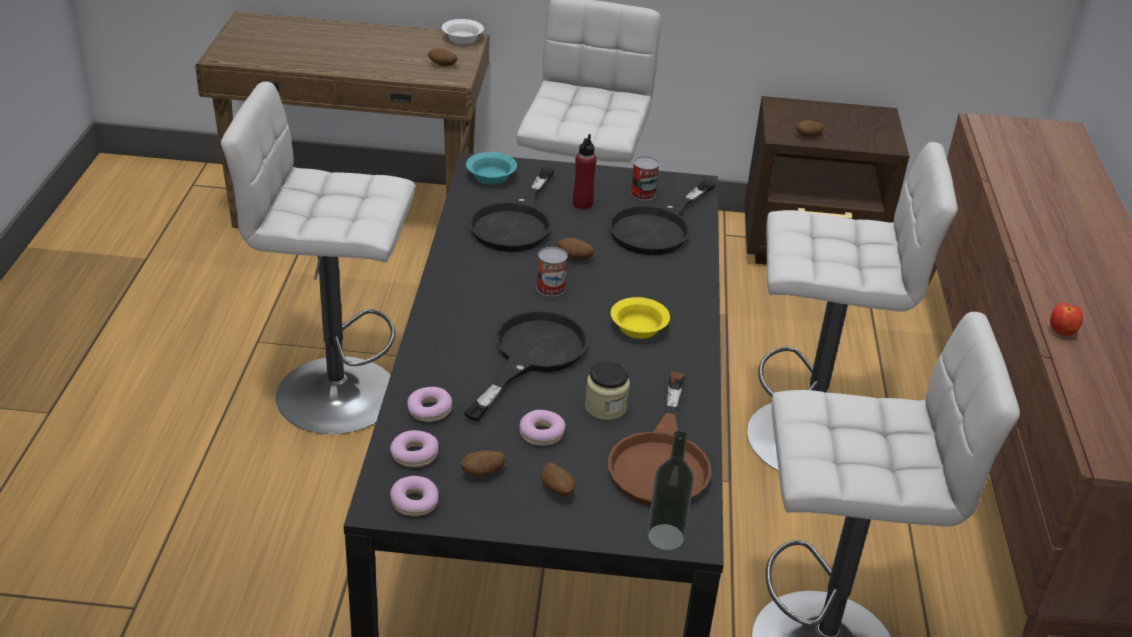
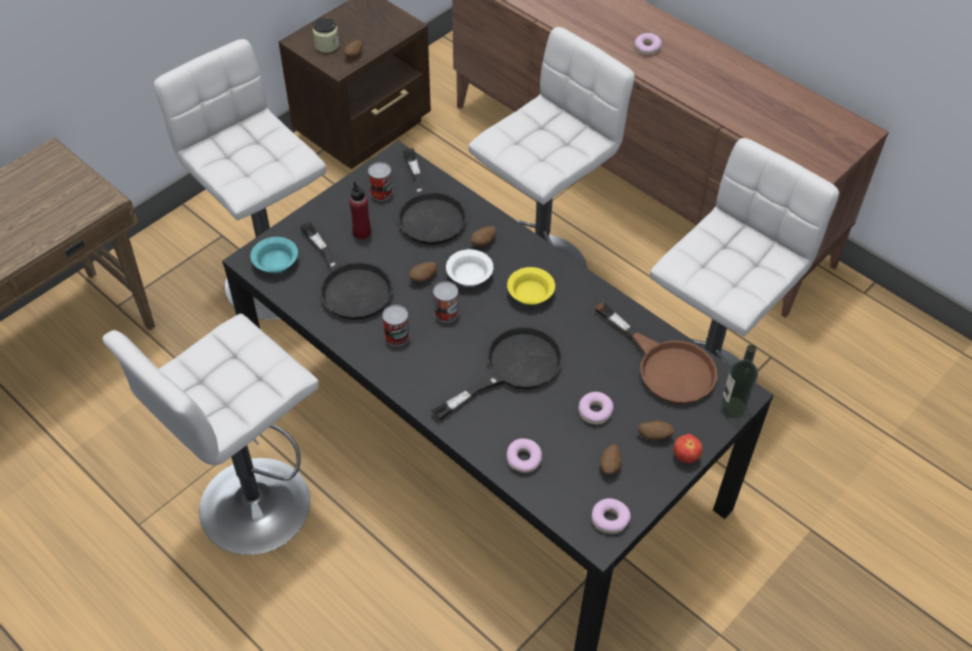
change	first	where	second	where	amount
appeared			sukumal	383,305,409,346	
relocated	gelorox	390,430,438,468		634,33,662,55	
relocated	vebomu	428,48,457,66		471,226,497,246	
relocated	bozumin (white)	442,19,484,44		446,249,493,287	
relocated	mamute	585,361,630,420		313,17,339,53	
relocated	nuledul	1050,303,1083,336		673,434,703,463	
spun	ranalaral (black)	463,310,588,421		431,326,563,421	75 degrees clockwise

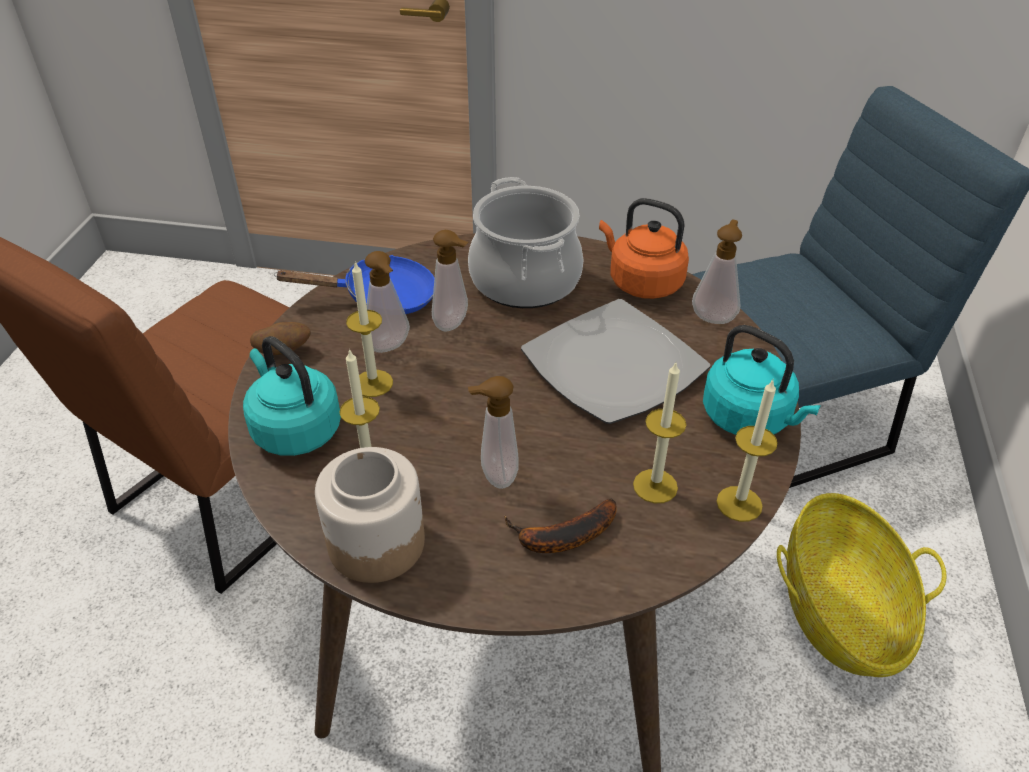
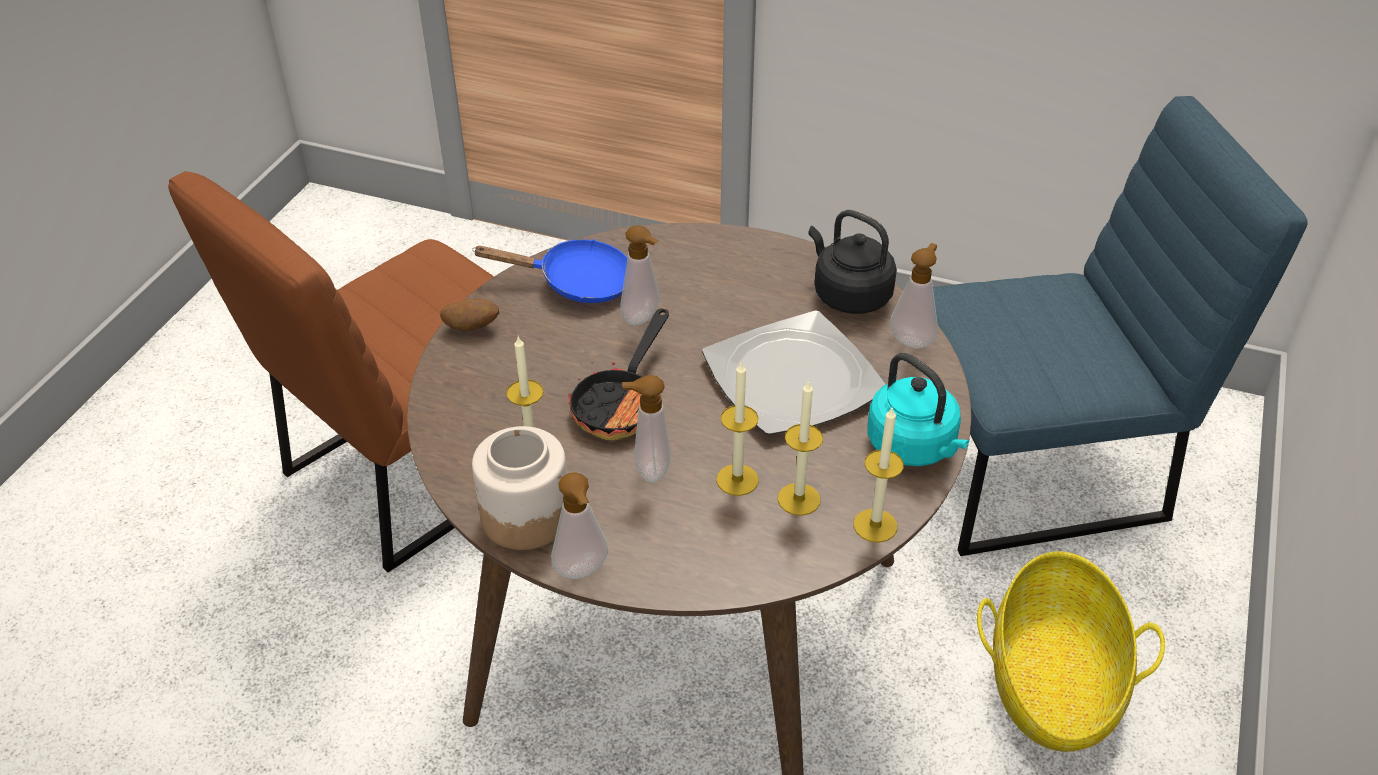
change	first	where	second	where	amount
missing	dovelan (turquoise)	243,336,341,456			
missing	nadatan	468,177,584,308			
missing	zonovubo	505,498,617,553			
appeared			ranalaral	568,309,669,441	
relocated	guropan	346,261,393,397		716,361,759,496	
relocated	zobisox	365,251,410,353		551,472,608,579	
colour	dovelan (orange)	599,198,689,299	dovelan (black)	808,210,897,314	

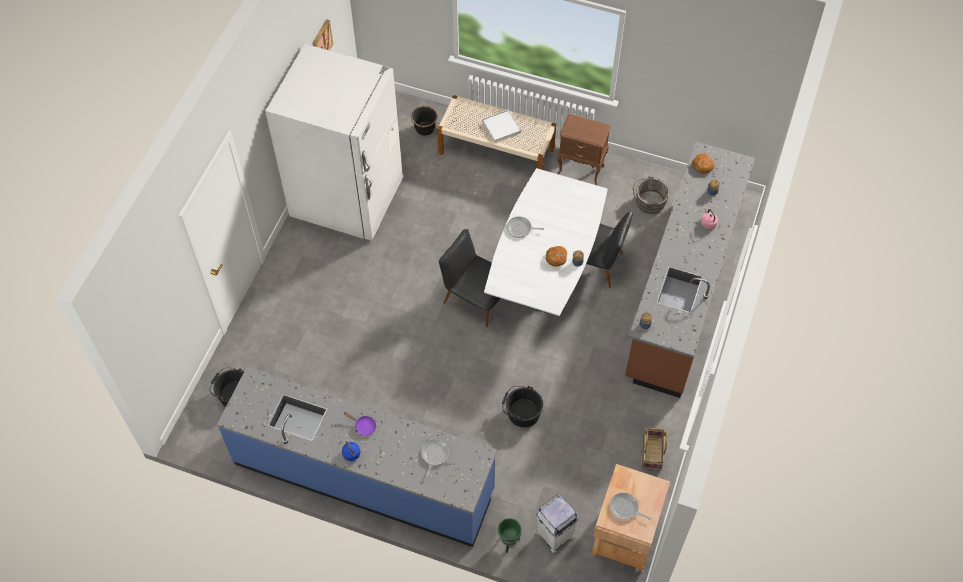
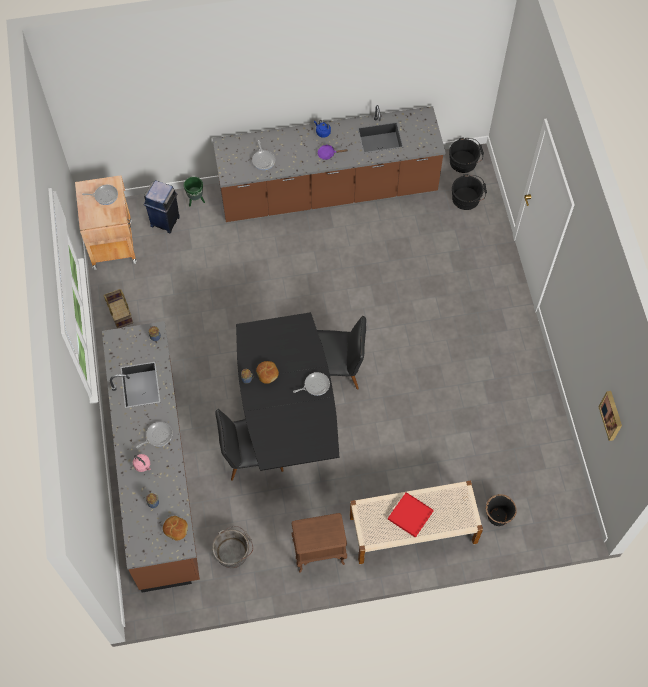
change	first	where	second	where	amount
missing	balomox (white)	265,44,403,240			
appeared			ranalaral	136,422,173,448	
relocated	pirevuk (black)	502,386,543,427		449,137,484,173	
colour	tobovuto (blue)	217,367,497,547	tobovuto (brown)	212,105,446,222	
colour	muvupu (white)	482,110,521,143	muvupu (red)	388,492,434,538	
colour	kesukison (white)	484,168,608,316	kesukison (black)	236,312,339,471	
colour	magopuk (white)	536,495,579,553	magopuk (blue)	144,180,180,233	

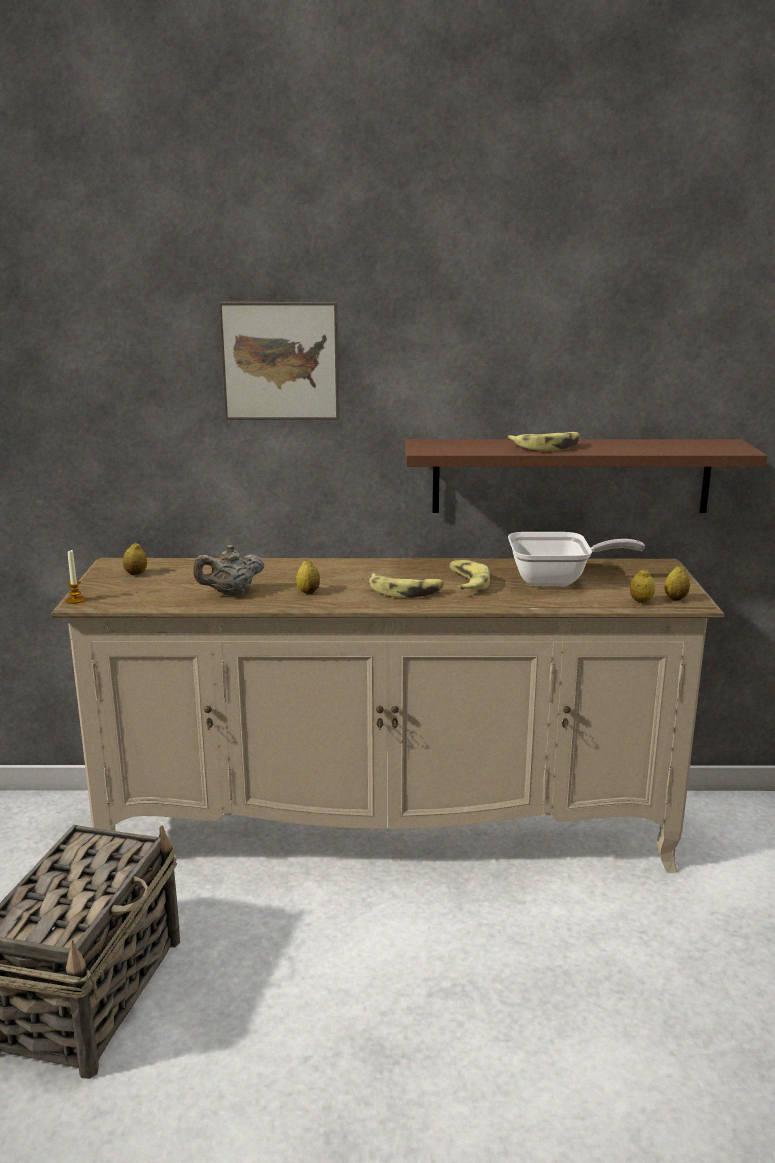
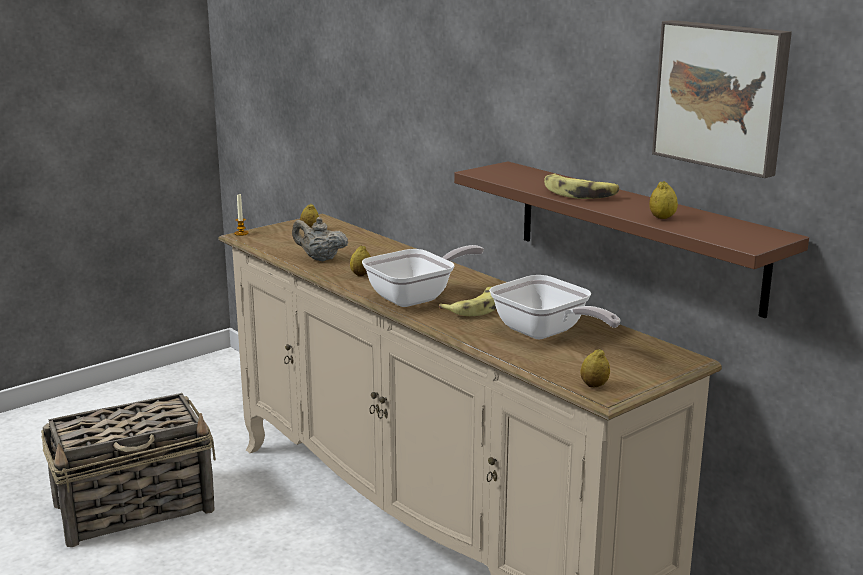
change	first	where	second	where	amount
relocated	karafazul	219,302,339,420		652,20,792,178	
relocated	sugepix	630,569,655,603		649,181,678,219	
exchanged	zonovubo	369,573,444,598	ranalaral	362,245,484,307	

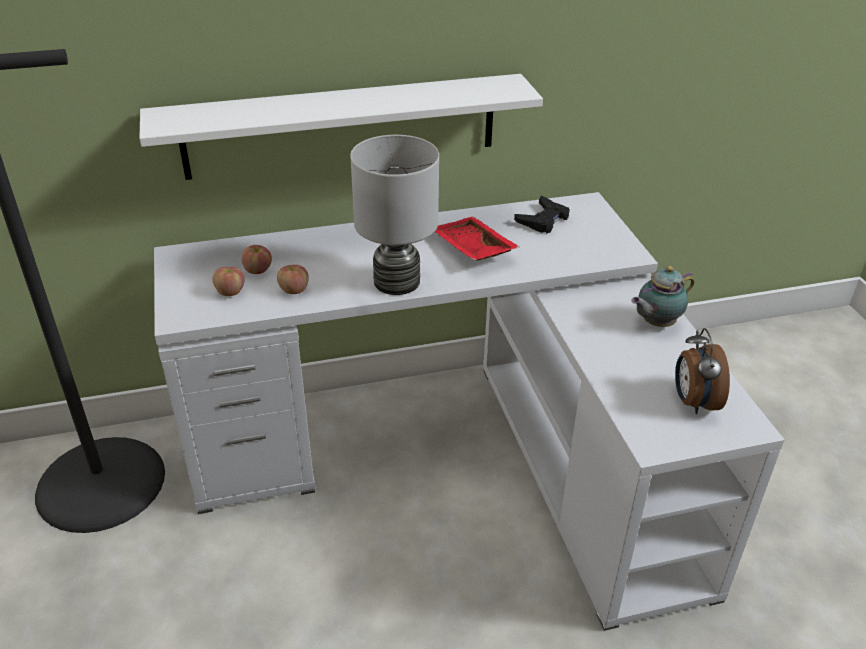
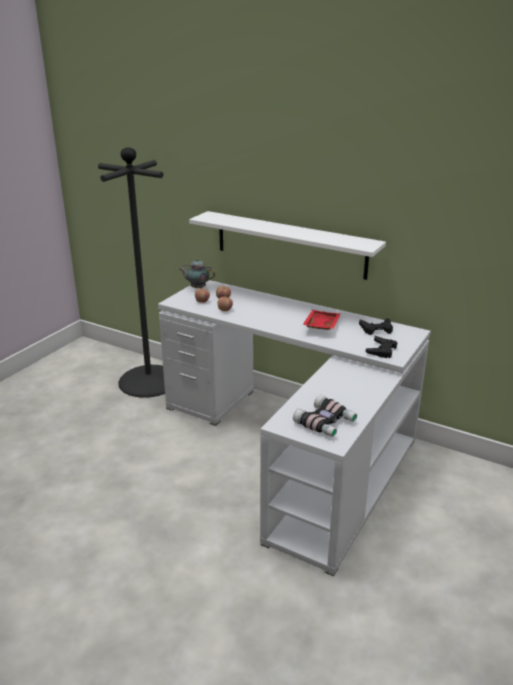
change	first	where	second	where	amount
missing	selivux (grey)	350,135,439,295			
appeared			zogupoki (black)	366,336,397,358	
relocated	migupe	631,266,694,327		179,258,215,288	
exchanged	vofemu	675,328,730,414	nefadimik	293,394,357,437	

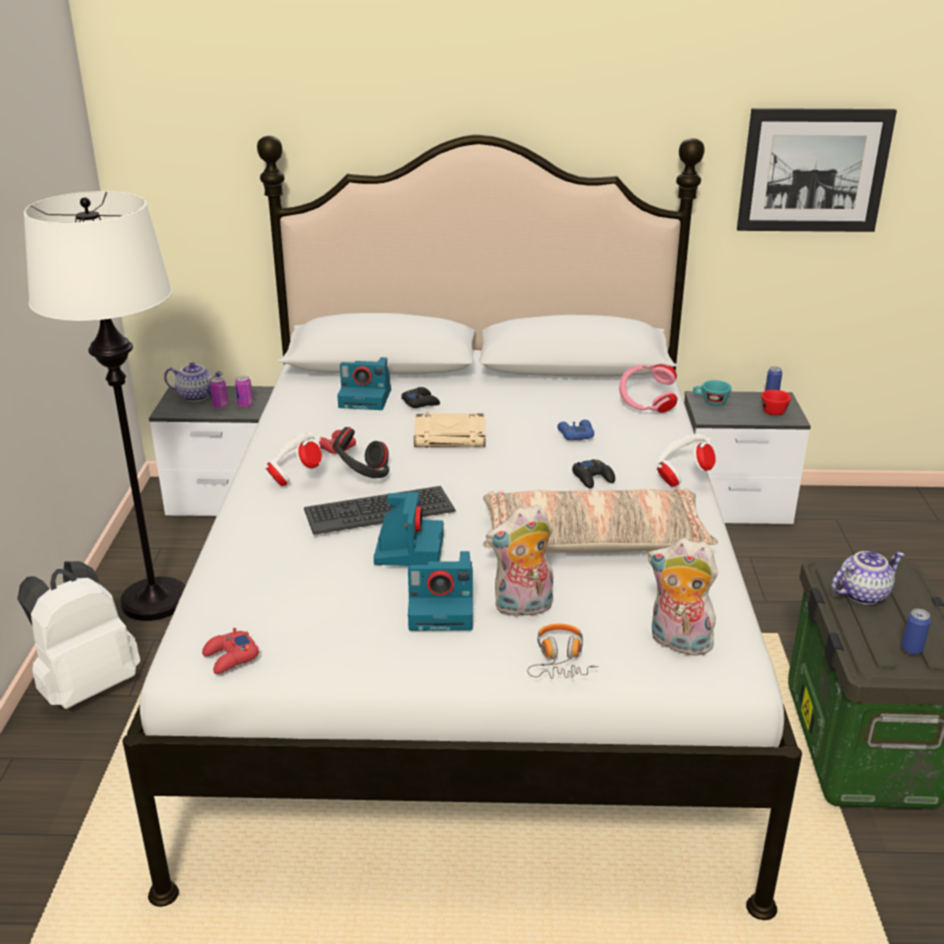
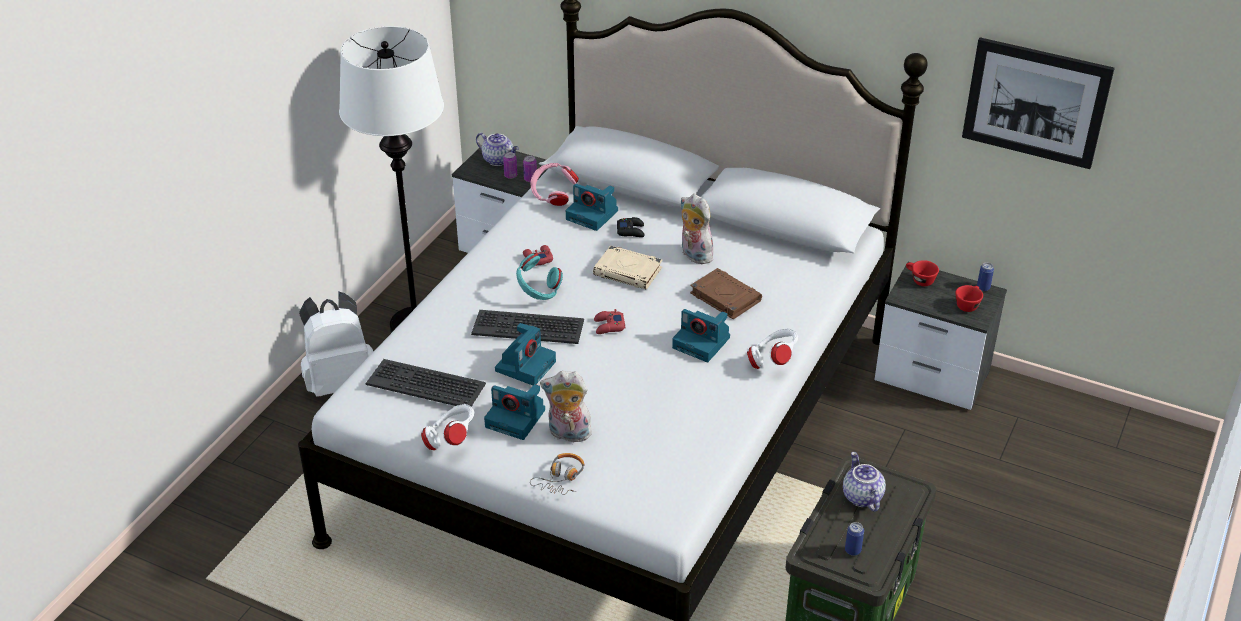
change	first	where	second	where	amount
missing	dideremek	483,488,718,553			
appeared			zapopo	366,359,486,407	
relocated	zogupoki (red)	202,628,259,674		594,309,625,334	
relocated	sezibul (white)	266,432,322,486		421,404,474,450	
relocated	sezibul (pink)	619,363,677,413		531,163,579,206	
relocated	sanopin	648,538,720,658		681,194,713,264	
exchanged	zogupoki (blue)	557,420,594,440	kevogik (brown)	690,268,762,319	
exchanged	zogupoki (black)	572,459,615,488	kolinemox	672,309,730,362	
colour	sezibul (black)	332,427,389,478	sezibul (turquoise)	516,253,563,300	
colour	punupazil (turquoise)	693,380,732,406	punupazil (red)	906,260,939,286	
spun	migupe	832,551,905,605		843,452,886,512	105 degrees counterclockwise

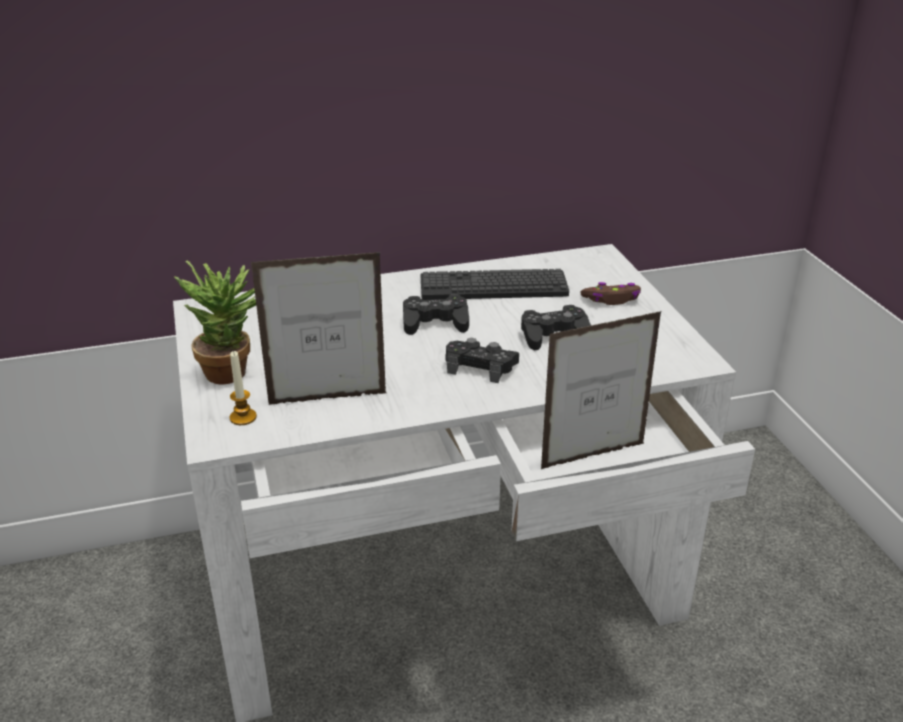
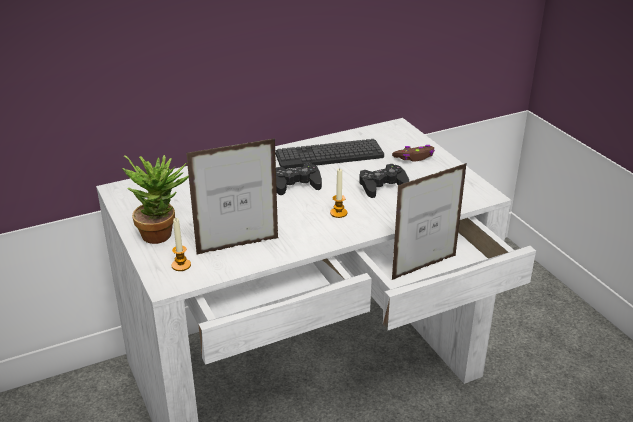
change	first	where	second	where	amount
exchanged	zogupoki (black)	446,338,519,383	guropan	330,169,347,218	

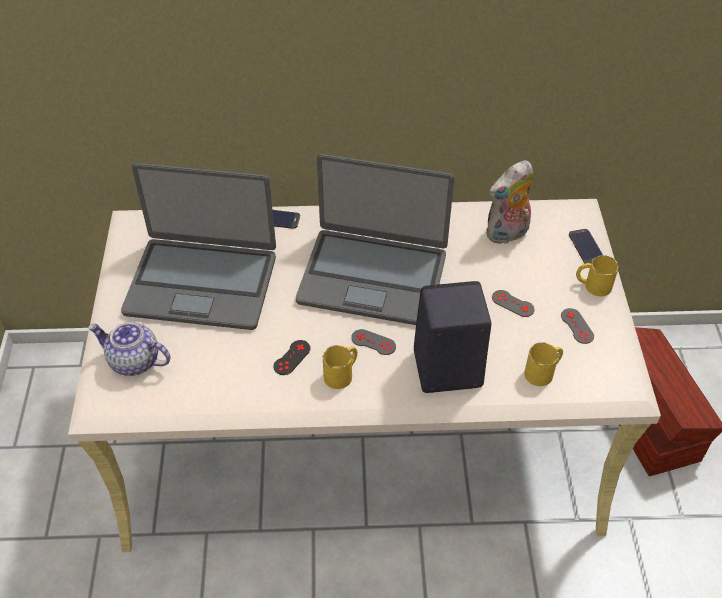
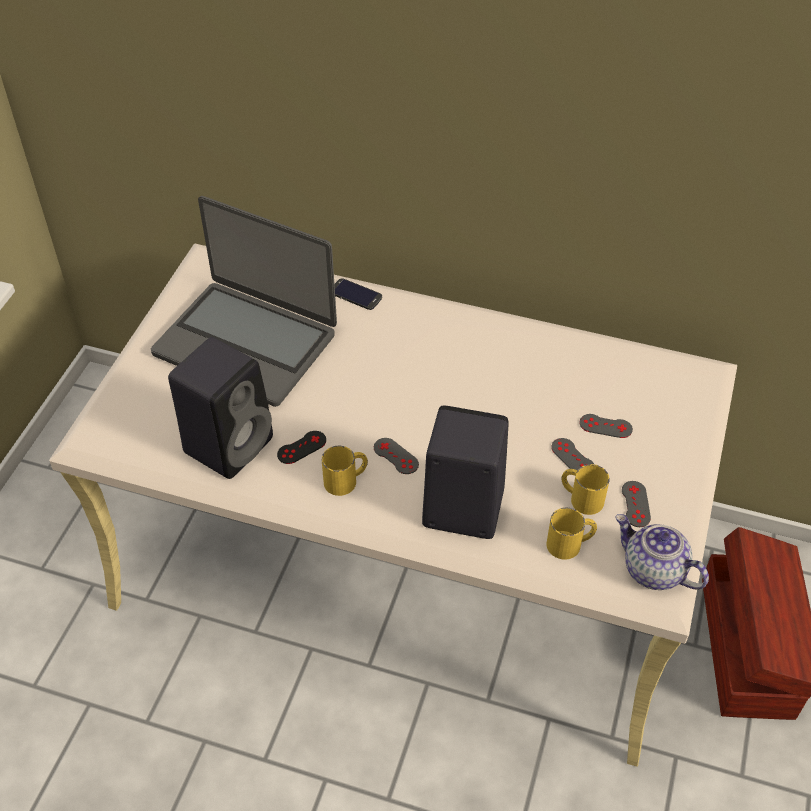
change	first	where	second	where	amount
missing	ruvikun	296,154,454,325			
missing	sanopin	486,160,533,245			
missing	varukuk	569,229,603,263			
appeared			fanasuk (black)	168,337,273,479	
appeared			zogupoki (grey)	580,414,633,438	
relocated	migupe	88,322,170,376		615,514,709,590	
relocated	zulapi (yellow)	576,255,619,296		561,464,610,515	

